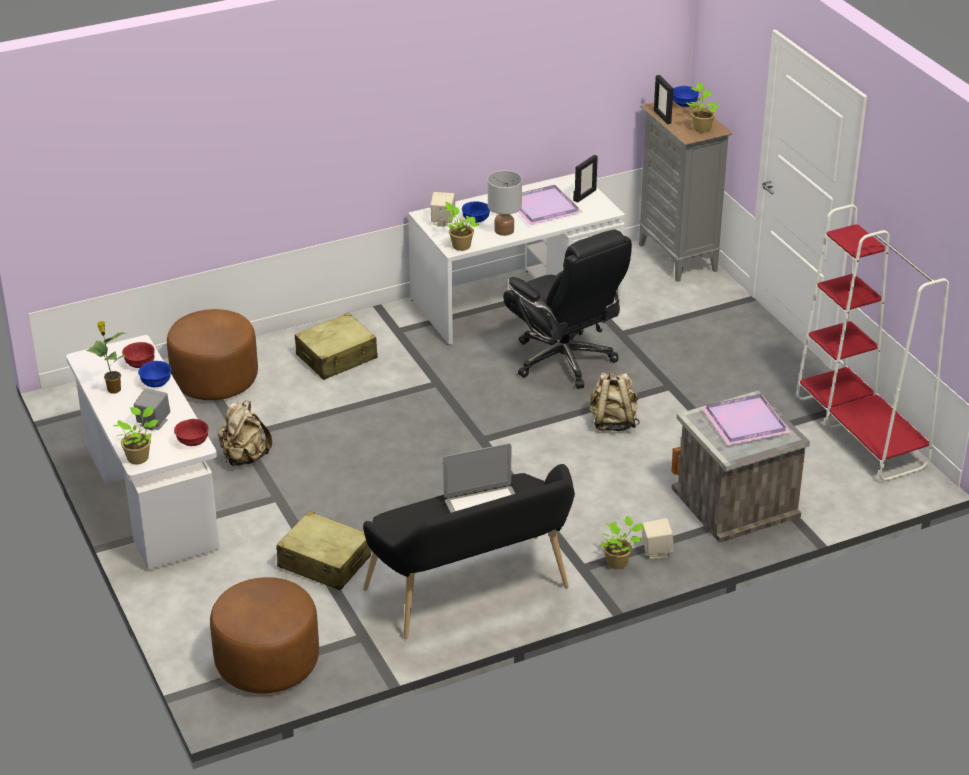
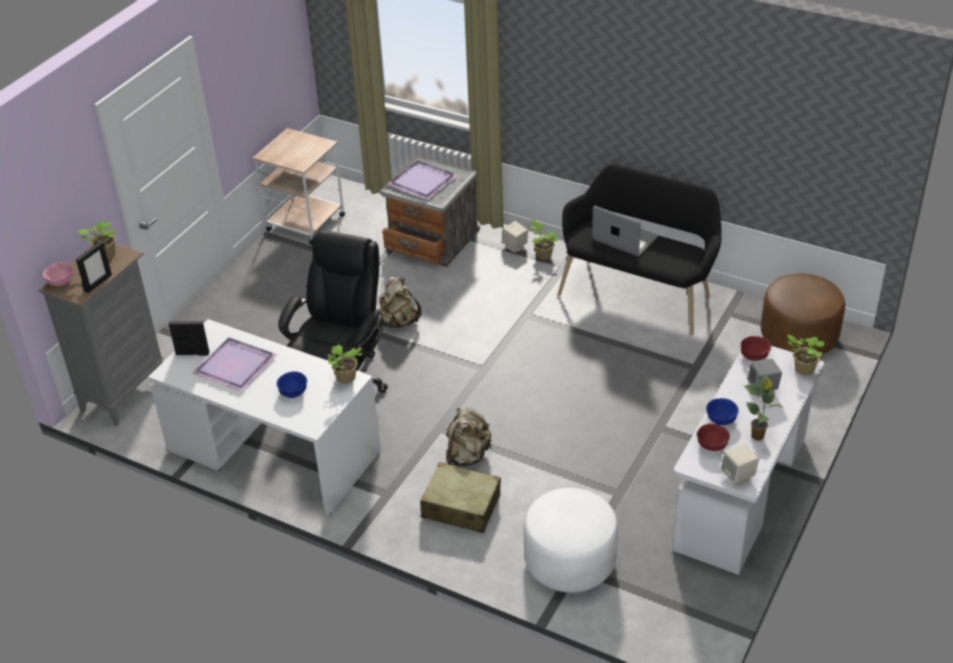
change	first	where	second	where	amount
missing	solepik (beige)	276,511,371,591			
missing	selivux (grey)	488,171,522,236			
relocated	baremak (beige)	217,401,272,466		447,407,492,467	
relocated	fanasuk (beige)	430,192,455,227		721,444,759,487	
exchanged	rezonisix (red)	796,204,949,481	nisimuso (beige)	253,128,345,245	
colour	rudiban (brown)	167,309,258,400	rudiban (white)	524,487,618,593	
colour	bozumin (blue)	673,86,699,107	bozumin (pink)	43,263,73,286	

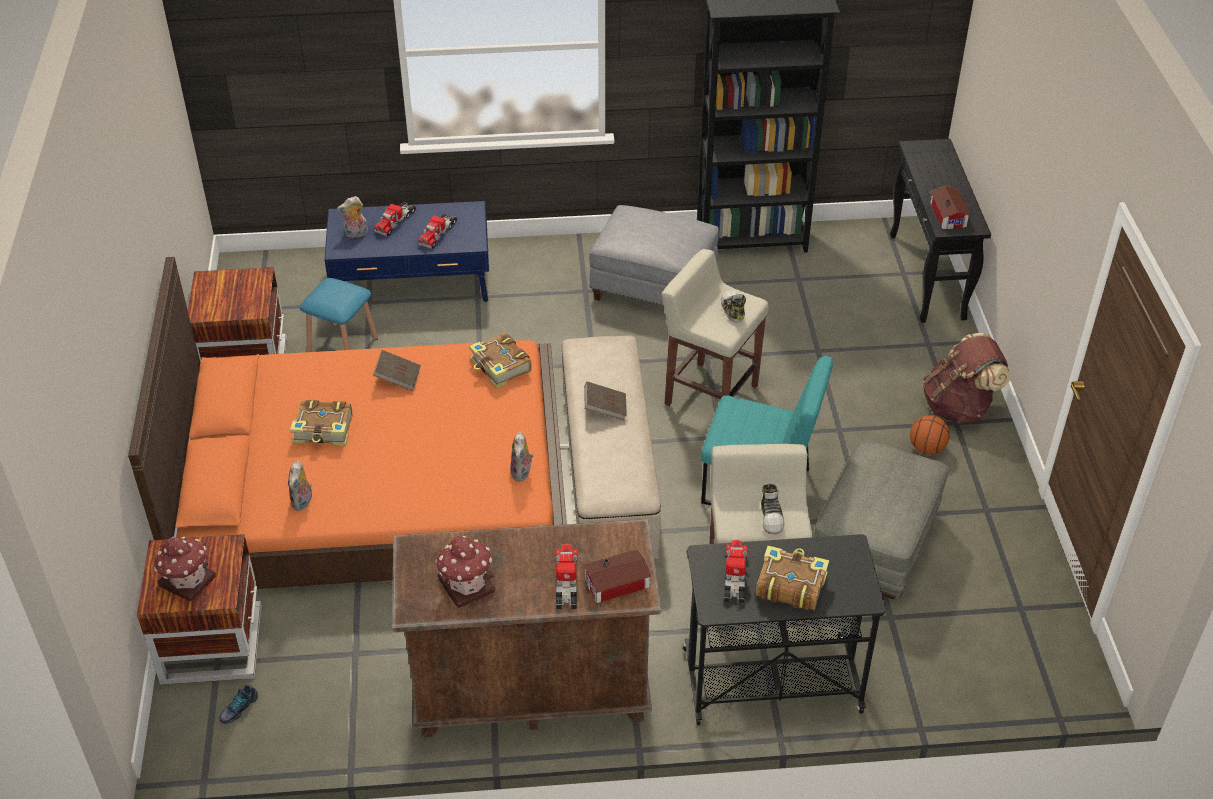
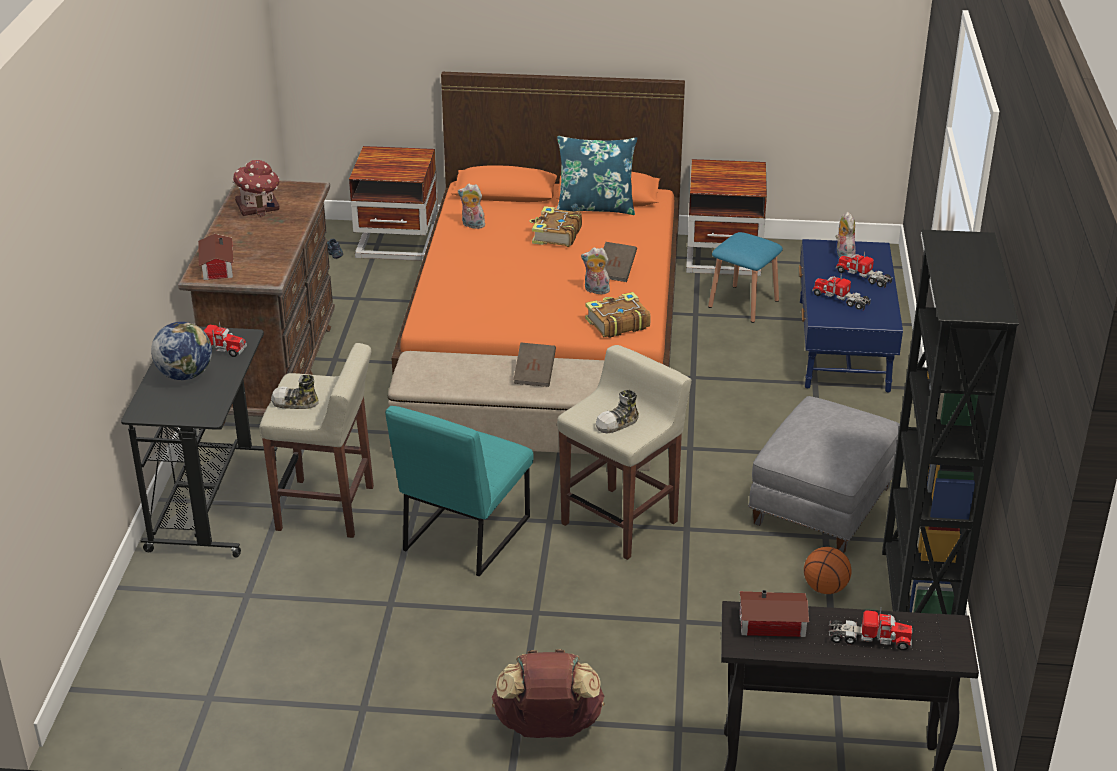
change	first	where	second	where	amount
missing	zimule	154,537,216,602			
missing	rudiban (grey)	814,440,948,599			
appeared			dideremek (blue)	557,136,638,215	
relocated	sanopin	510,432,534,481		581,247,610,294	
relocated	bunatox	556,544,578,609		829,607,912,651	
relocated	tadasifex	910,415,950,455		804,547,851,594	
exchanged	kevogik	756,545,829,611	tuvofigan	151,322,212,380	
spun	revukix	721,291,746,323		596,390,639,434	150 degrees clockwise

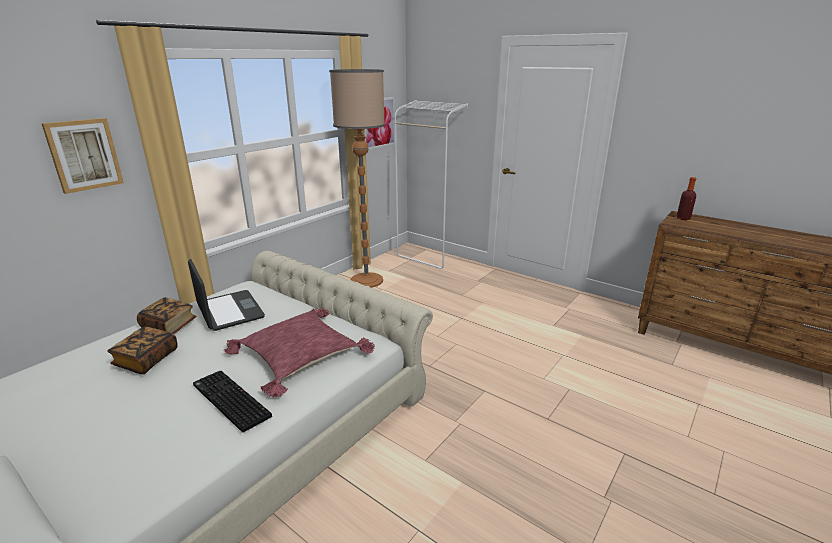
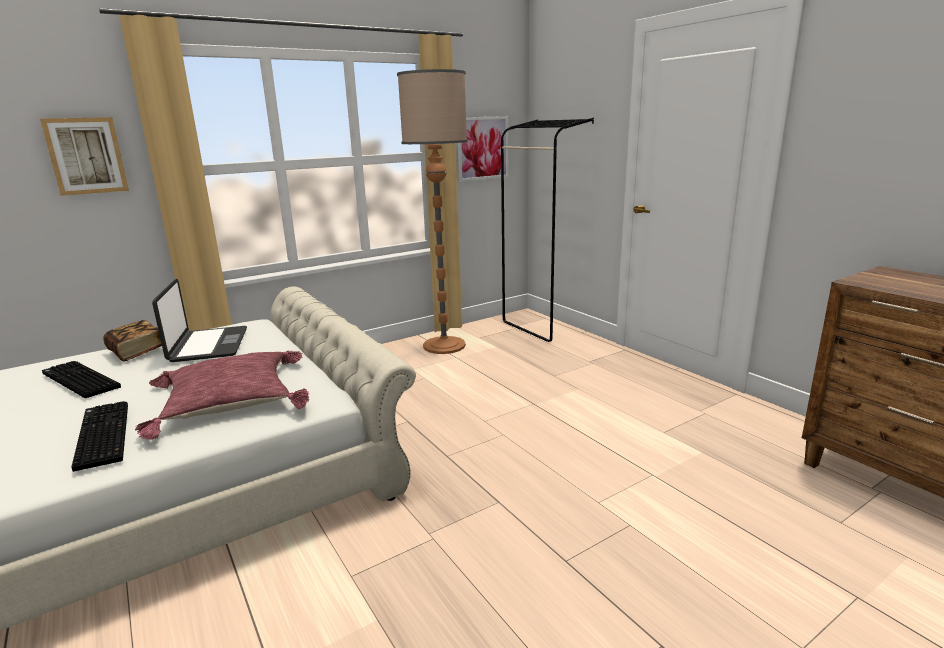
change	first	where	second	where	amount
missing	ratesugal	677,177,696,220			
exchanged	kevogik	107,326,178,374	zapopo	42,361,121,398	
colour	rezonisix (white)	395,100,468,269	rezonisix (black)	501,118,594,342	

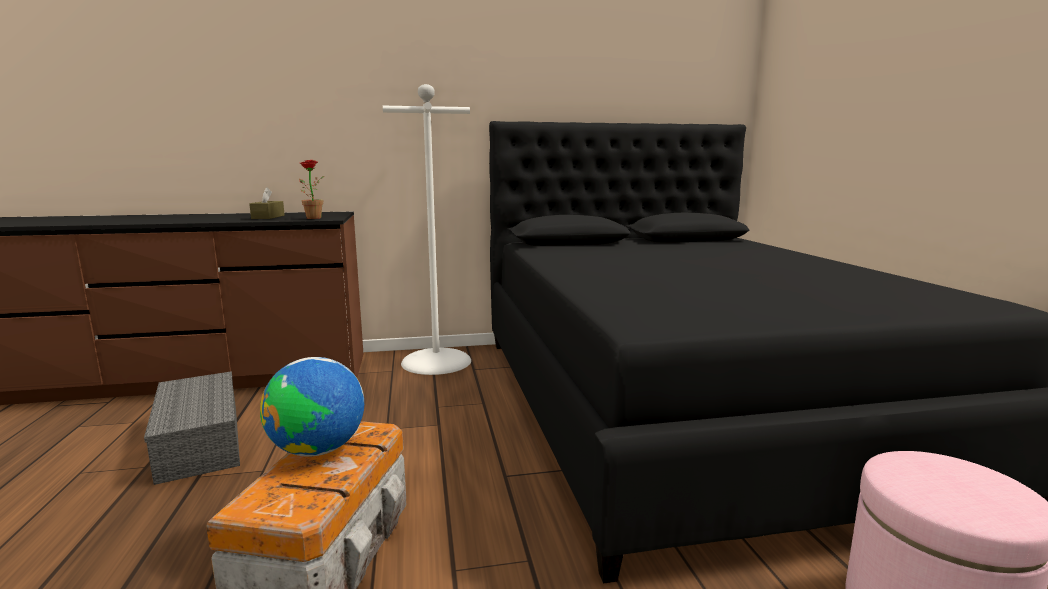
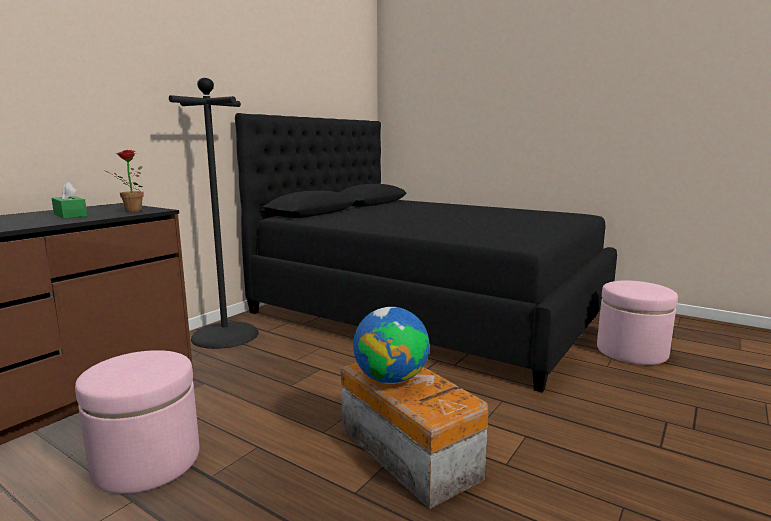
change	first	where	second	where	amount
exchanged	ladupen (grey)	144,371,240,485	rudiban (pink)	75,350,199,494	
colour	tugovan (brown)	249,187,285,219	tugovan (green)	51,182,87,219	
colour	rezonisix (white)	383,84,471,375	rezonisix (black)	169,78,259,349	

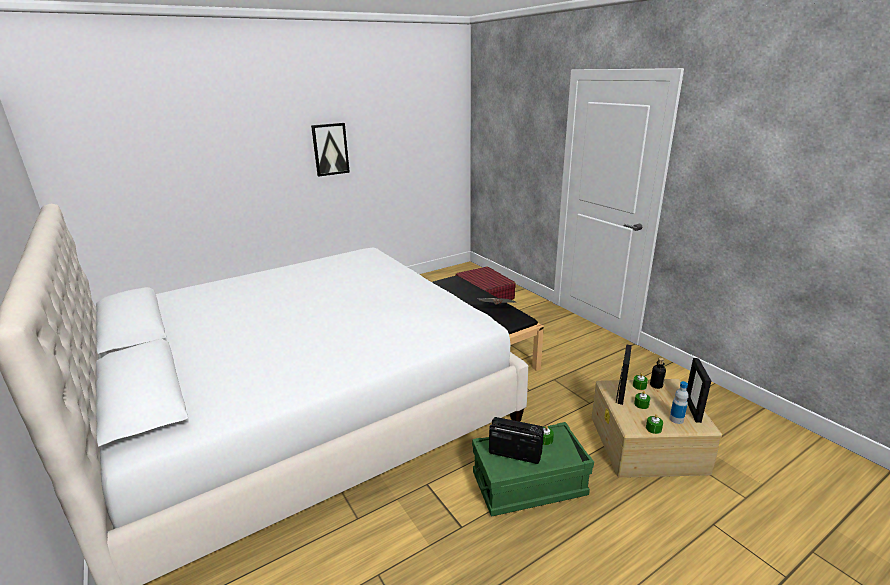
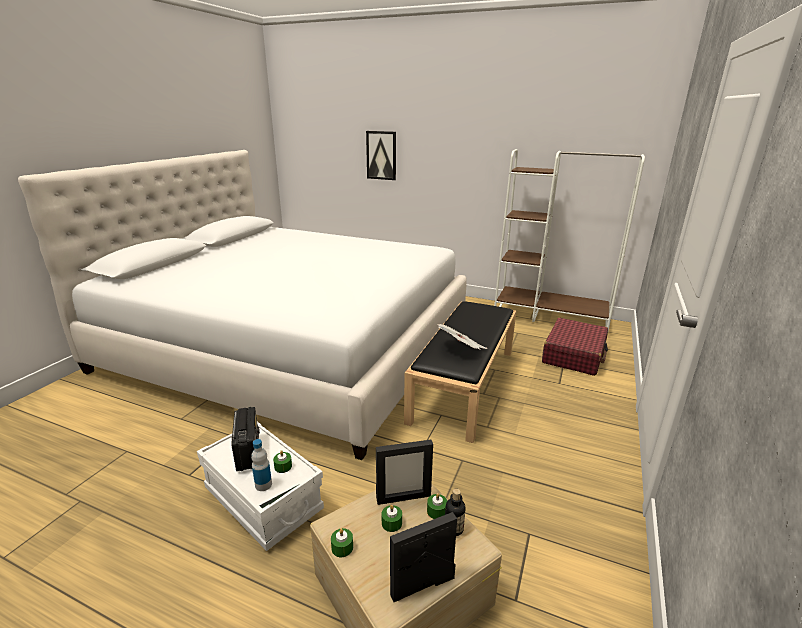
change	first	where	second	where	amount
appeared			rezonisix (brown)	494,149,645,331	
relocated	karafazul	311,123,350,177		366,131,396,180	
relocated	ratesugal	669,381,688,424		251,439,272,491	
colour	ladupen (green)	472,422,594,517	ladupen (white)	197,422,324,551	

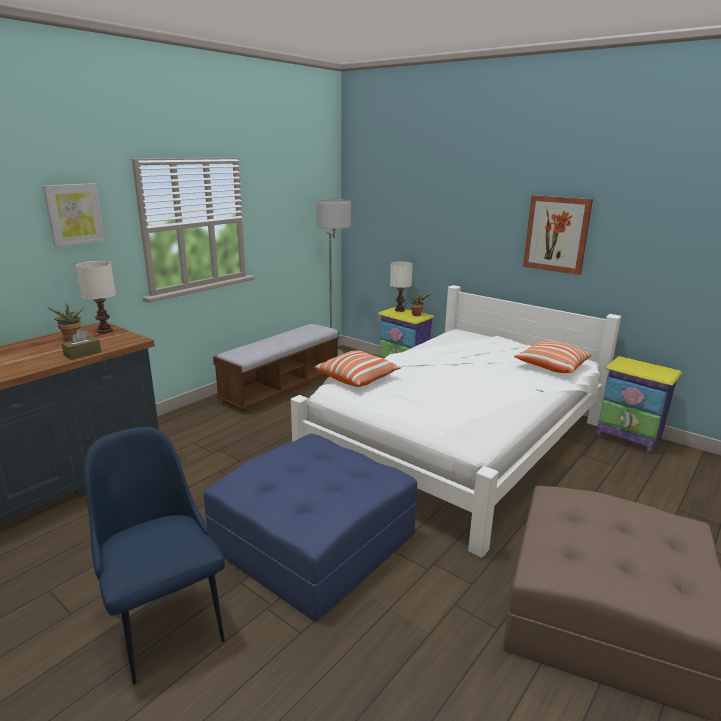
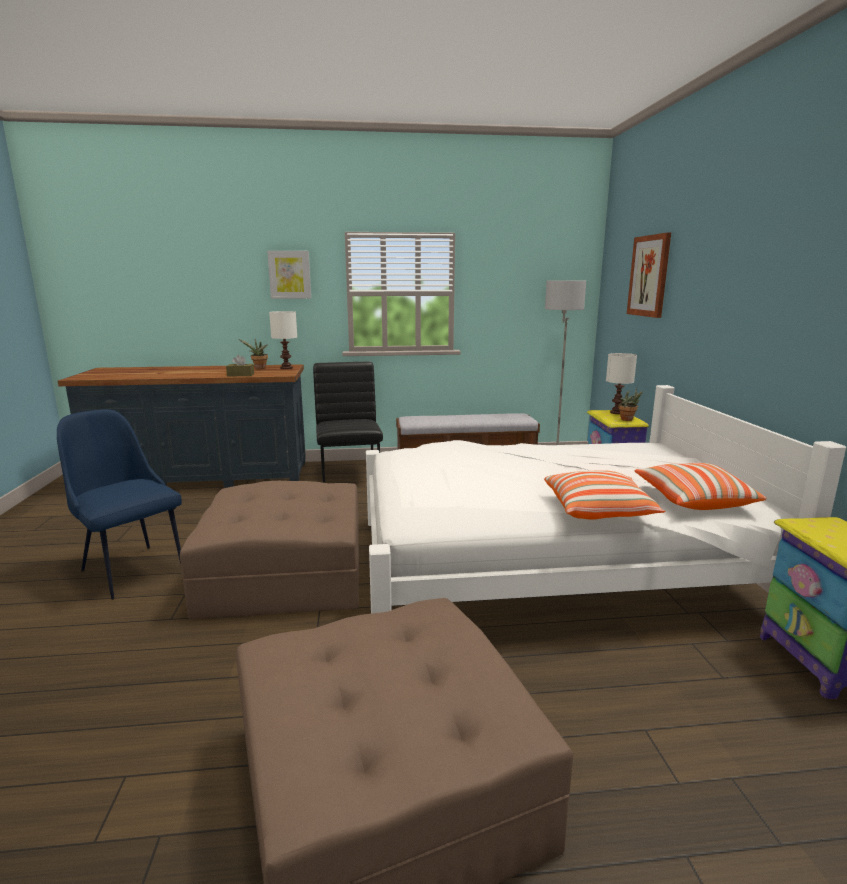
change	first	where	second	where	amount
appeared			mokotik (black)	313,362,383,483	
relocated	dideremek	314,351,401,387		544,470,665,520	
relocated	karafazul	523,195,593,275		627,233,671,318	
colour	rudiban (blue)	203,433,417,622	rudiban (brown)	180,481,359,619	
spun	mokotik (blue)	84,427,225,685		57,409,182,600	60 degrees counterclockwise

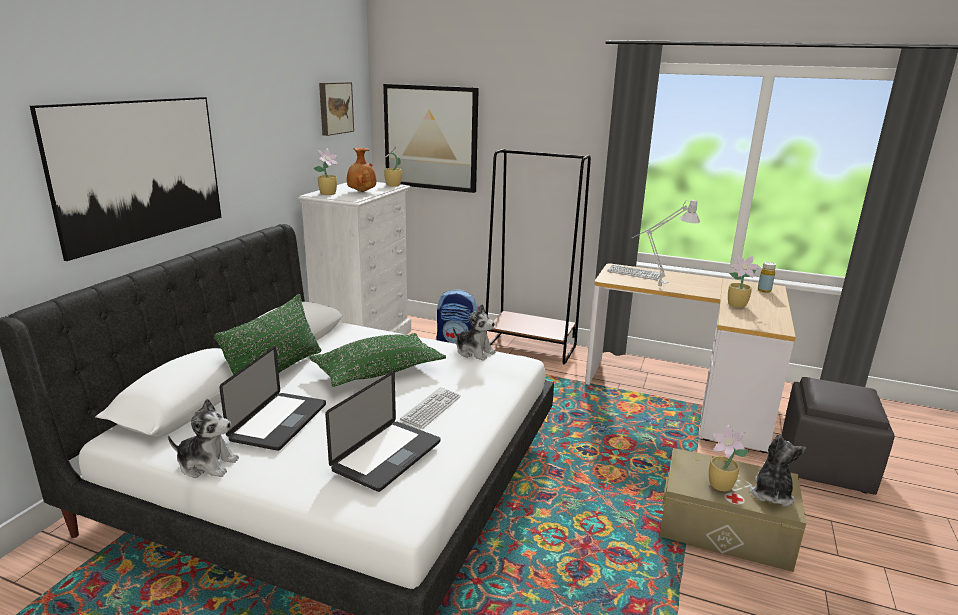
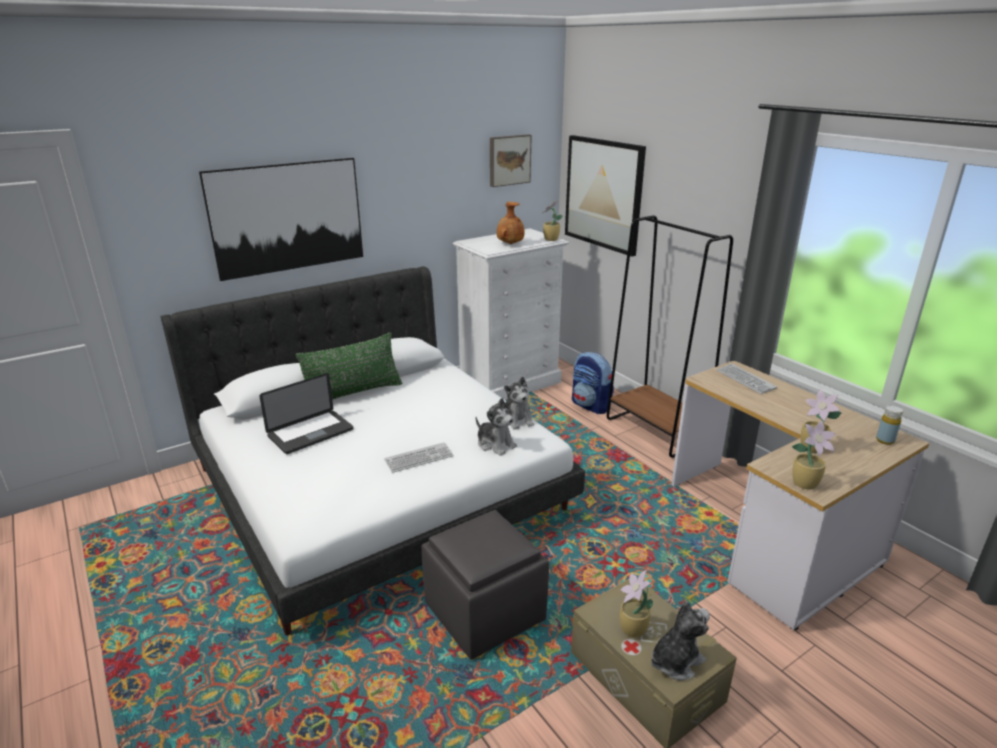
change	first	where	second	where	amount
missing	dideremek (green)	309,333,446,387			
missing	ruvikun	325,371,440,492			
missing	selivux (grey)	631,199,700,287			
relocated	sanopin	168,399,239,478		476,398,517,456	
relocated	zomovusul	313,149,338,195		791,420,835,490	
relocated	rudiban (grey)	782,377,895,495		421,510,549,660	

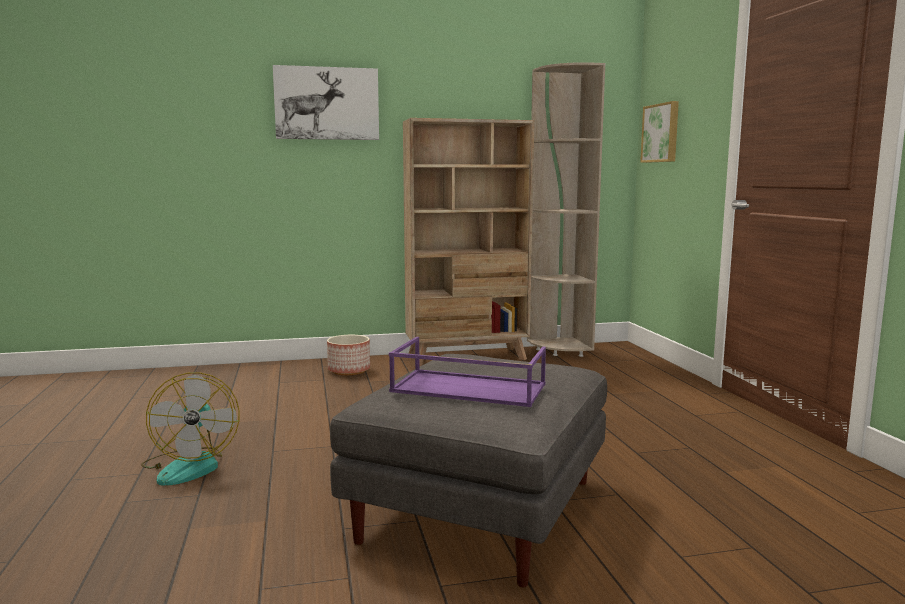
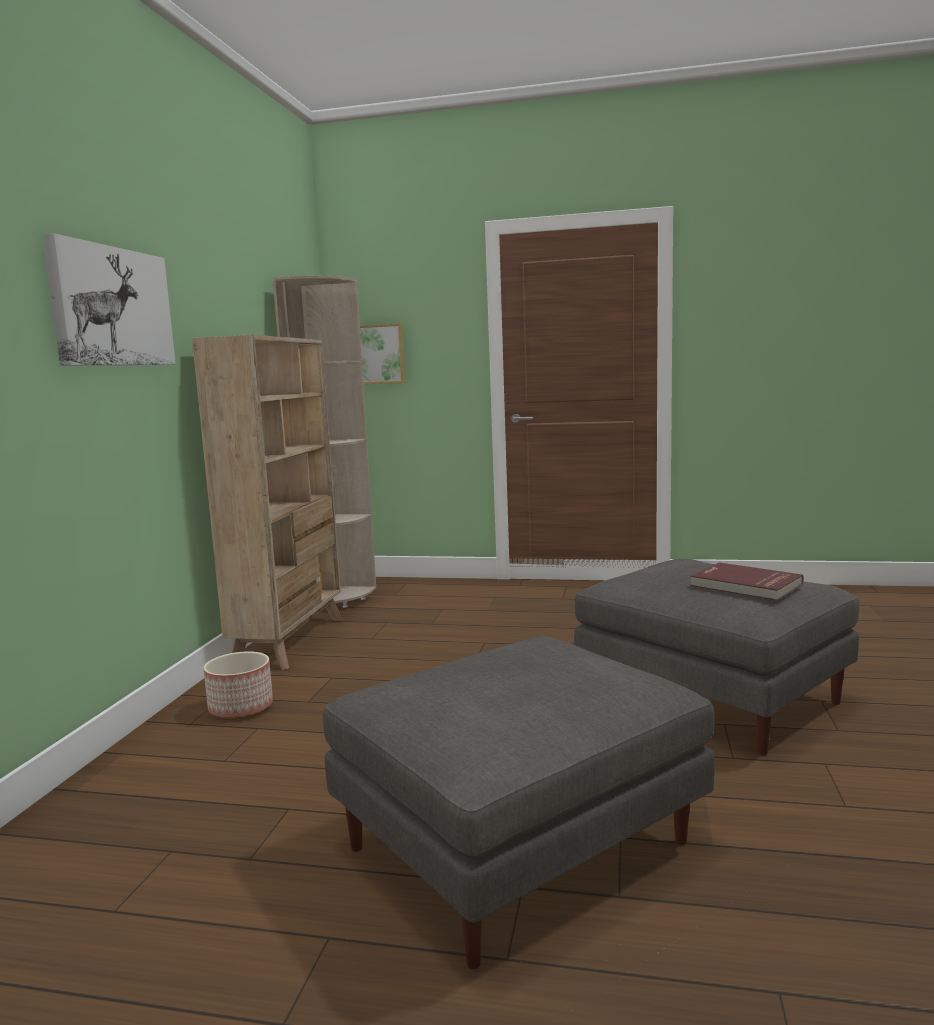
change	first	where	second	where	amount
exchanged	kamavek	141,372,240,486	rudiban (grey)	323,636,715,969	
exchanged	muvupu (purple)	389,337,546,407	kevogik (red)	690,562,803,601	

